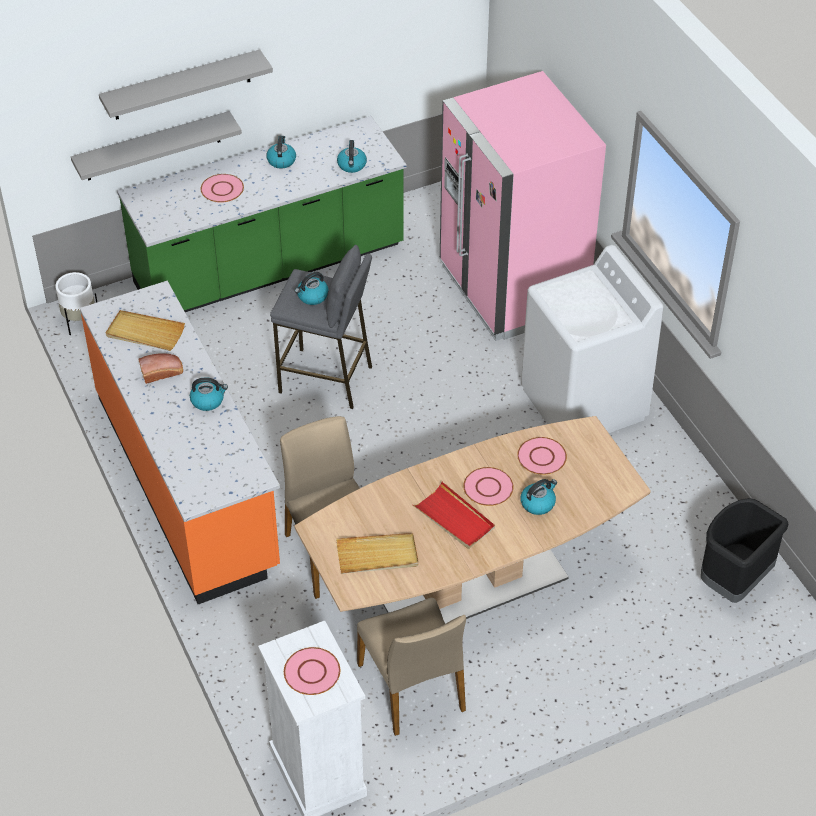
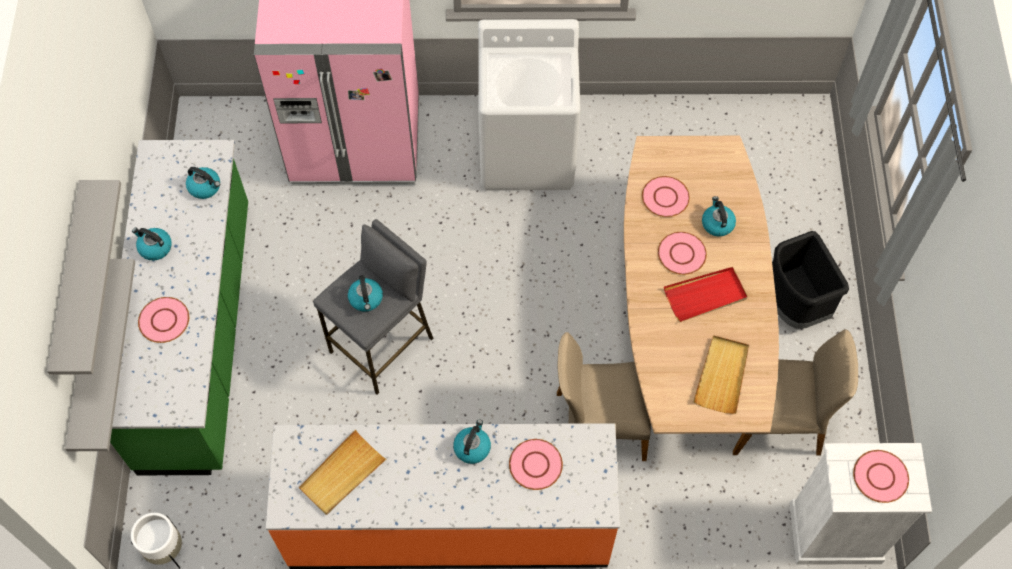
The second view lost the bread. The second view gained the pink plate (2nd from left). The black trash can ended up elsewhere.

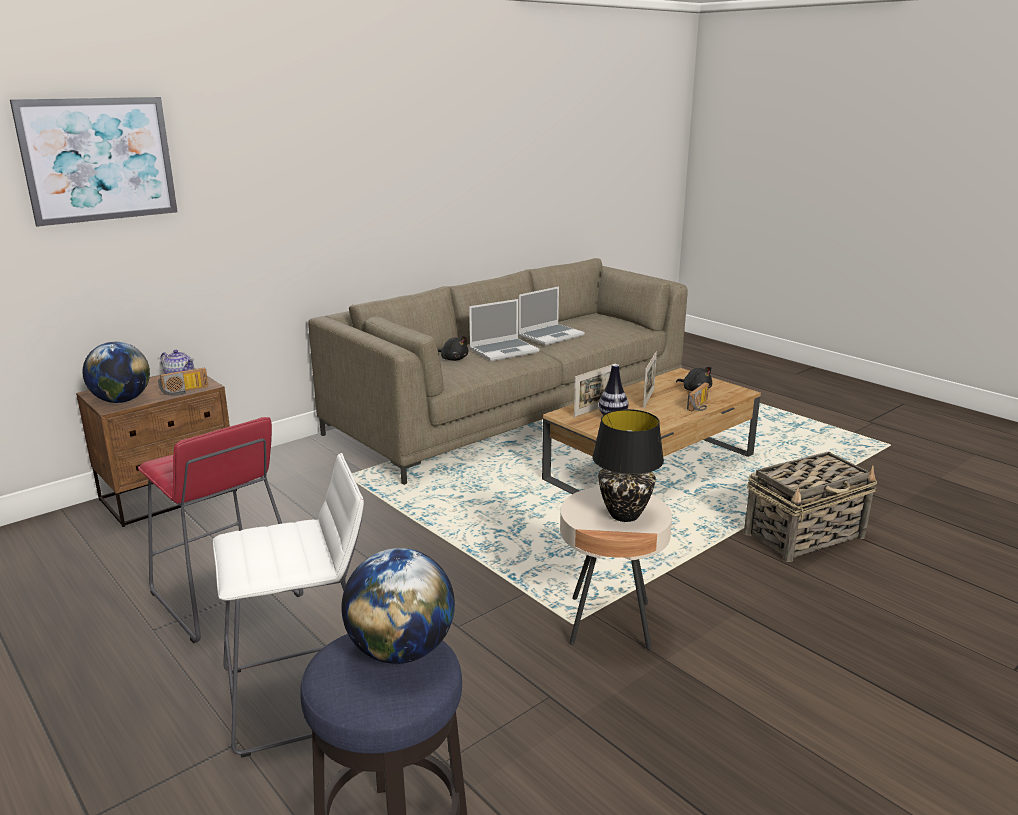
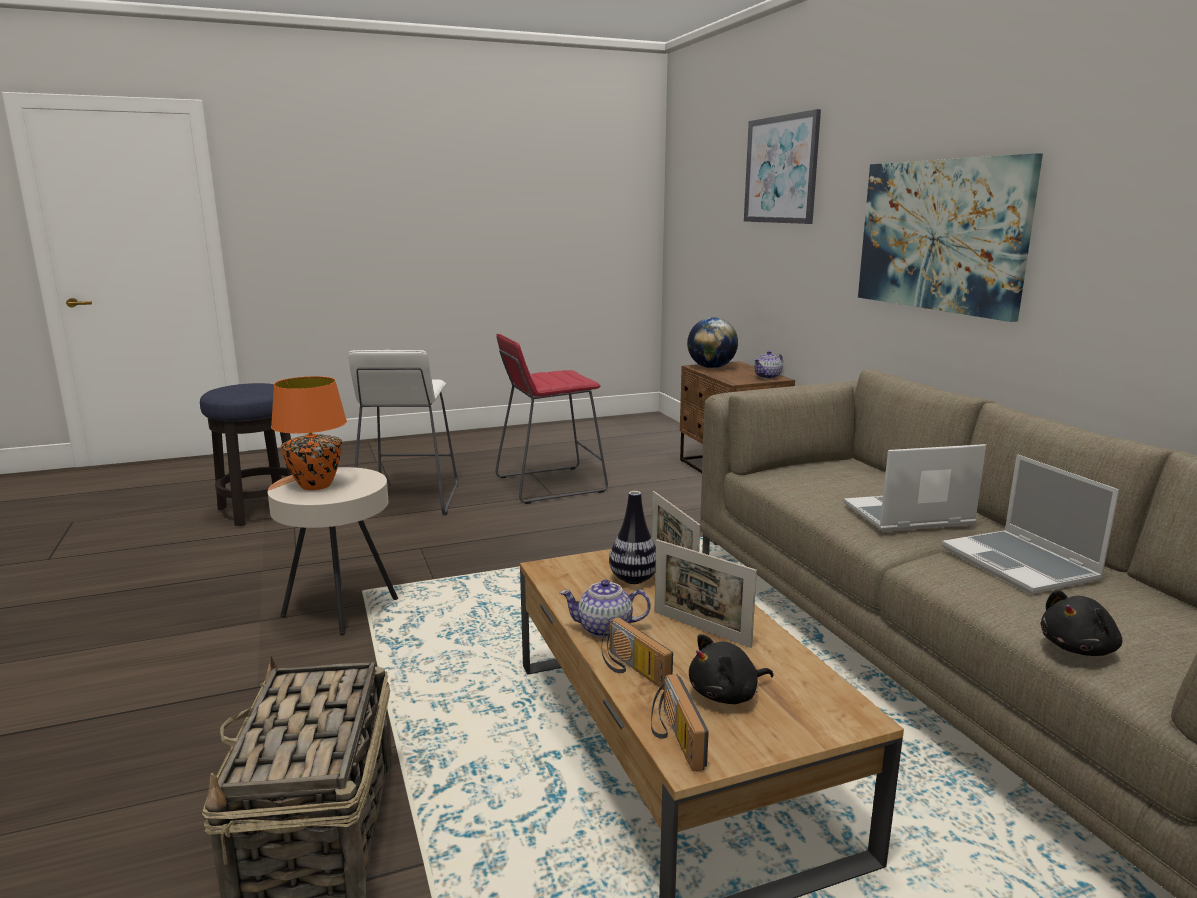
The second view lost the globe (2nd from left). The second view gained the teapot (1st from left). The second view gained the picture (2nd from left). The radio (1st from left in the first image) ended up elsewhere. The black plush toy (1st from left in the first image) ended up elsewhere. What was the black table lamp turned into the orange table lamp. The laptop (1st from left) ended up facing another way, 90 degrees clockwise from before.

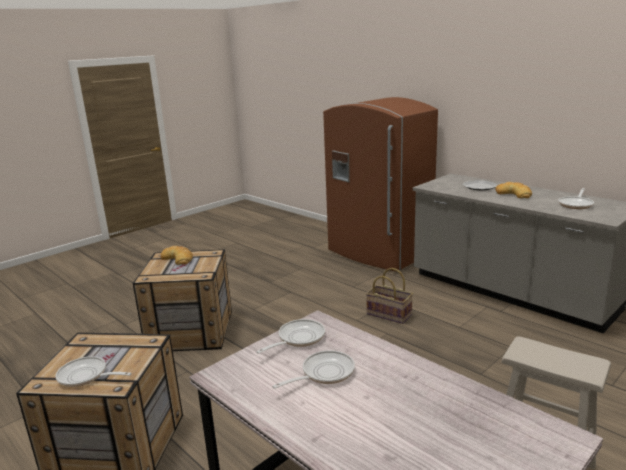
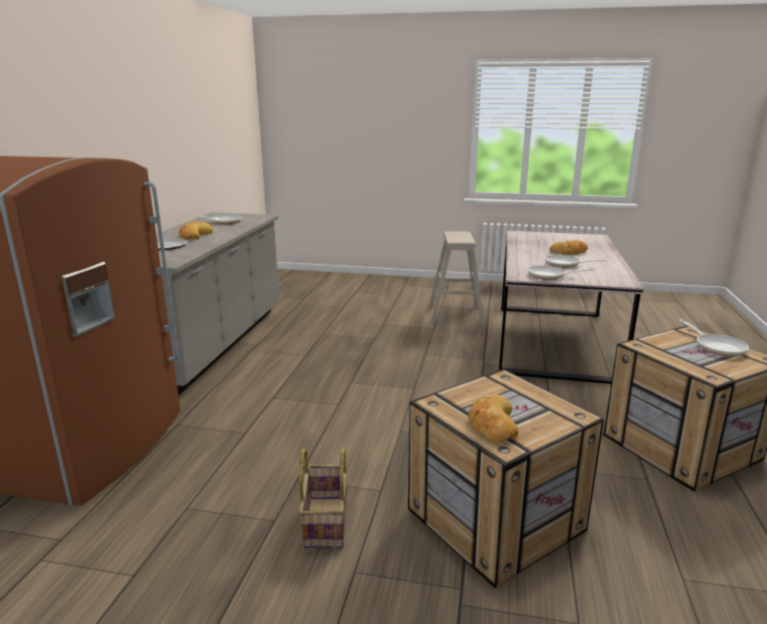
The second view gained the bread (3rd from left). The basket ended up elsewhere.

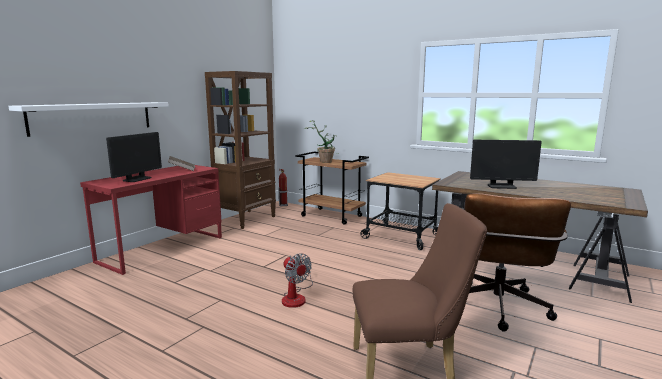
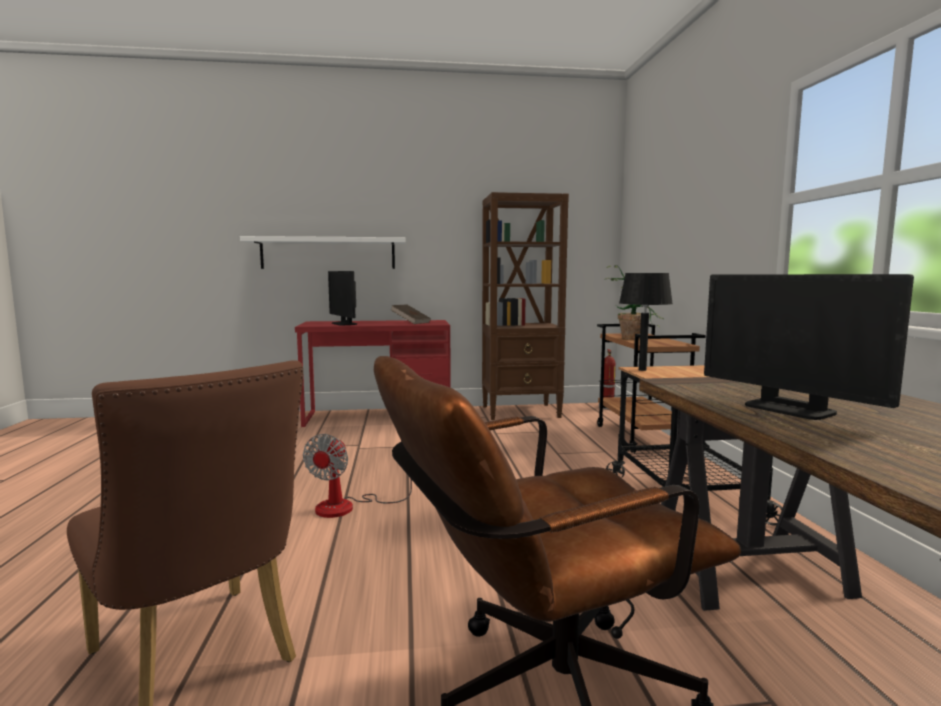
The second view gained the black table lamp. The monitor (1st from left) ended up facing another way, 75 degrees clockwise from before.

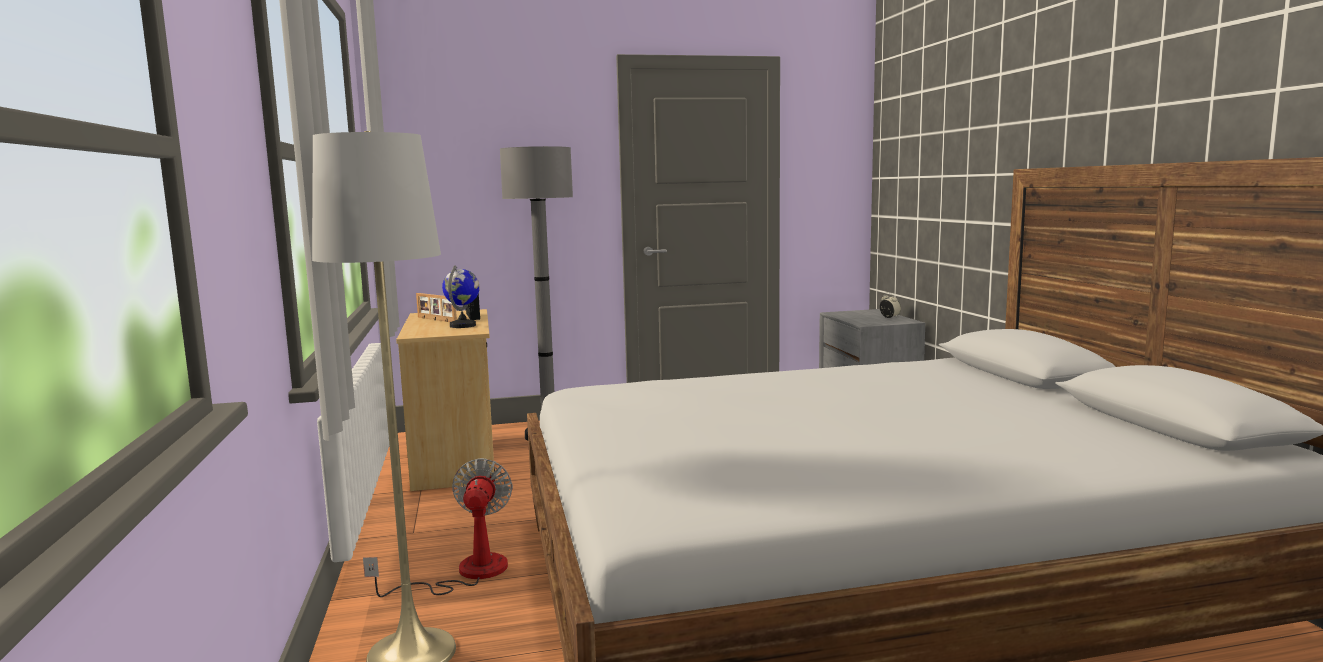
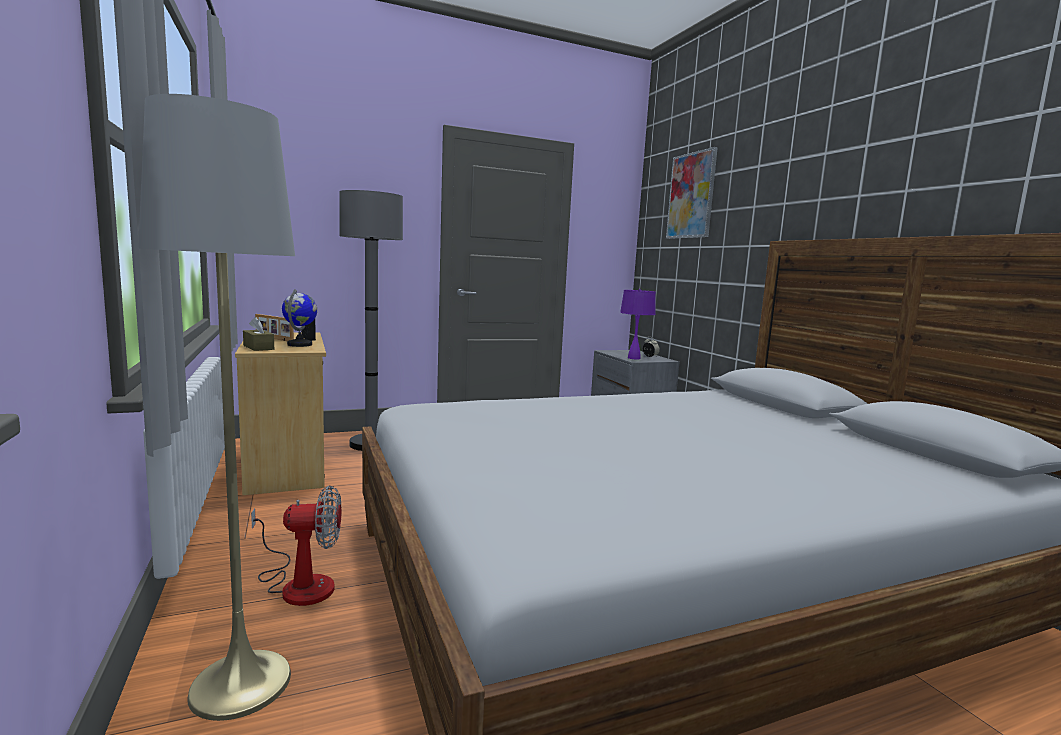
The second view gained the brown tissue box. The second view gained the purple table lamp. The second view gained the picture. The fan ended up facing another way, 90 degrees clockwise from before.

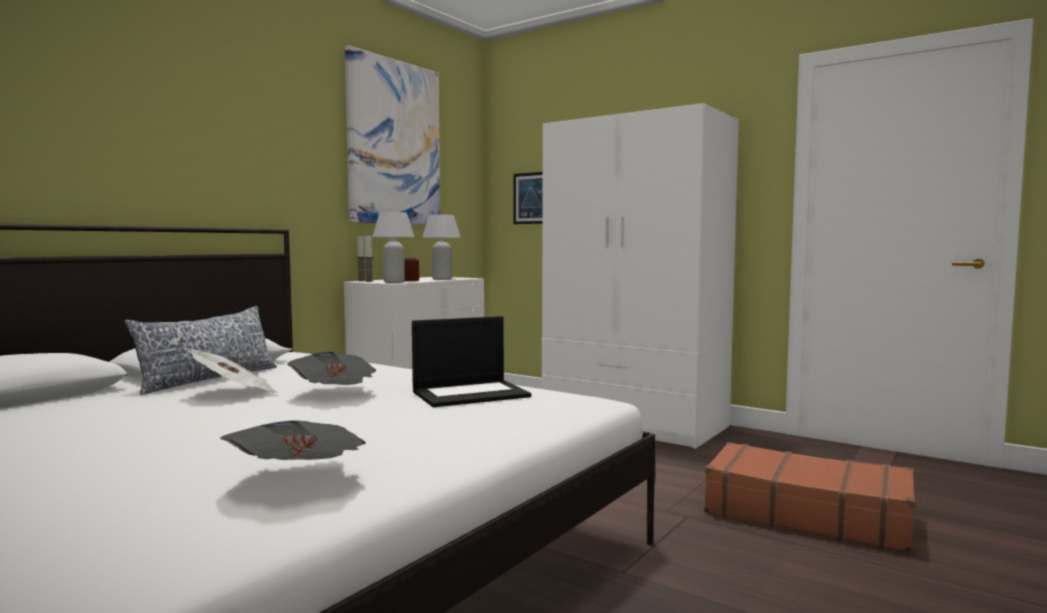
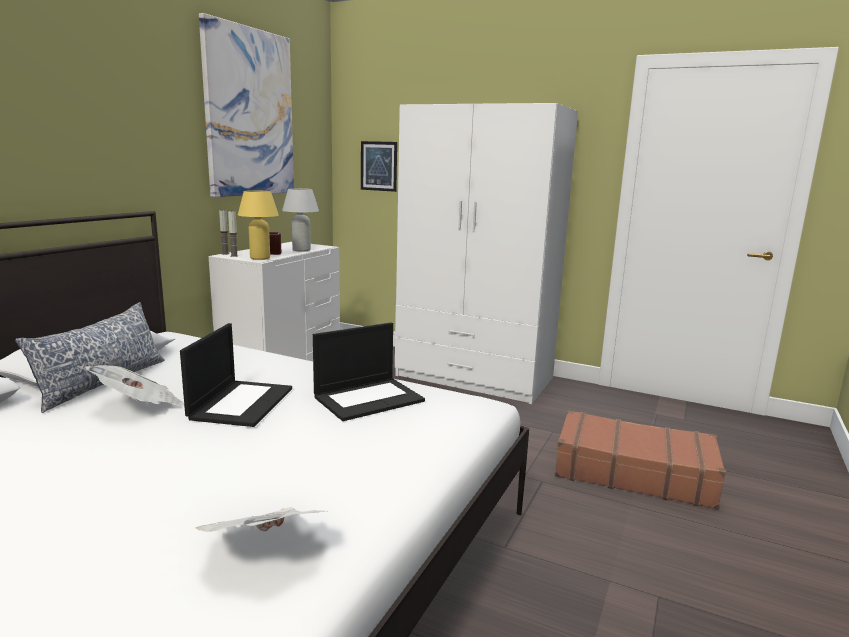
Where the newspaper (3rd from left) stood, the laptop (1st from left) came to stand. What was the white table lamp (1st from left) turned into the yellow table lamp.

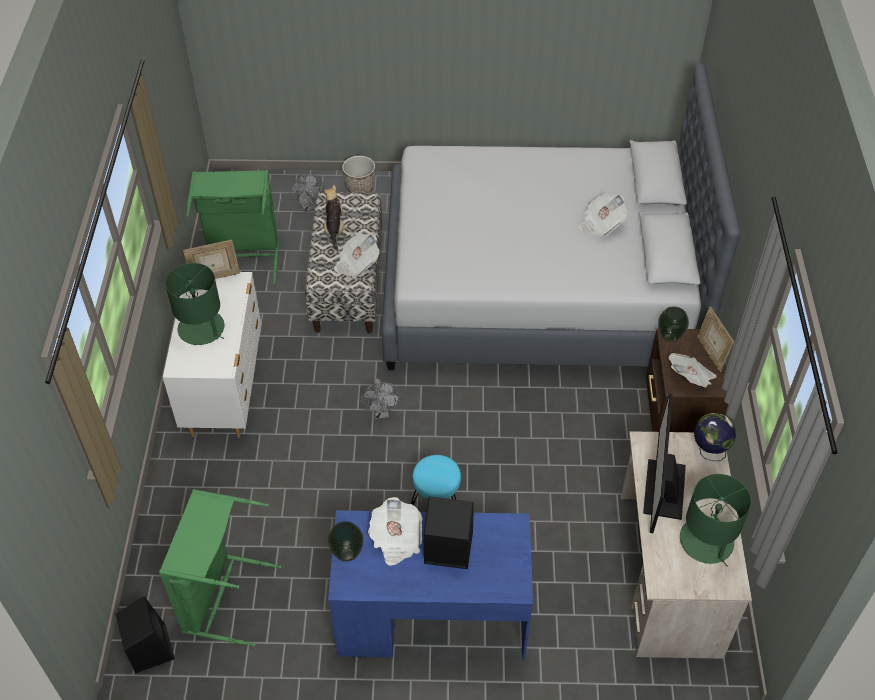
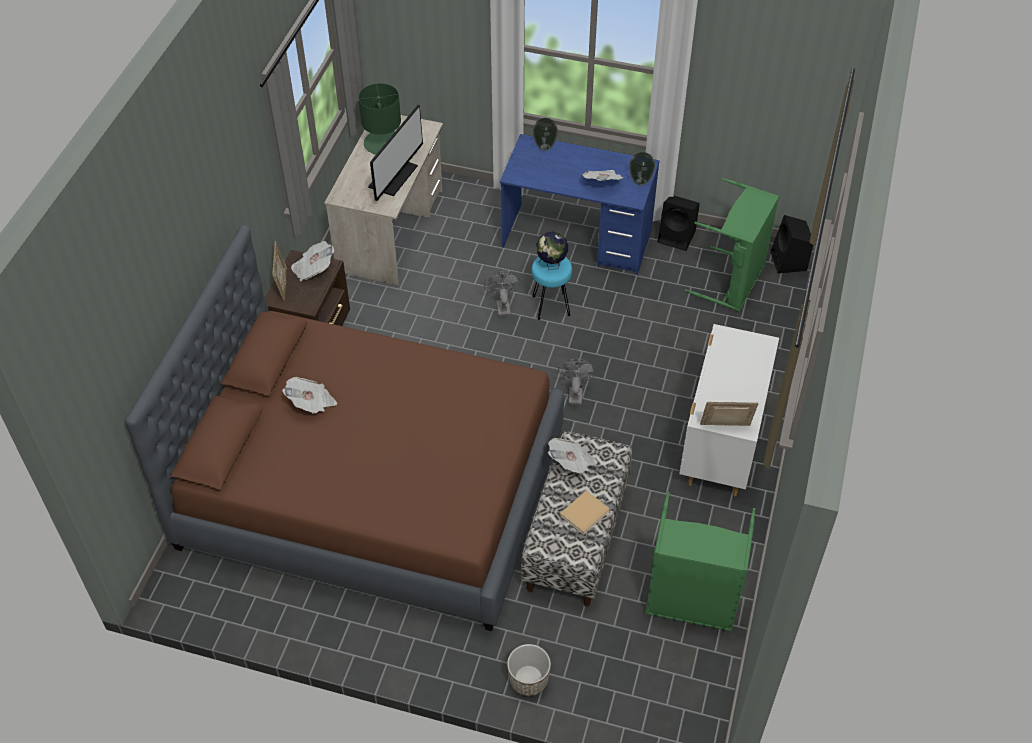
The second view lost the green table lamp (1st from left). The grey fan (1st from left) ended up elsewhere. The black speaker (2nd from left in the first image) ended up elsewhere. The vase (2nd from left in the first image) ended up elsewhere. The globe ended up elsewhere. Where the plush toy stood, the beige book came to stand. What was the grey bed turned into the brown bed.

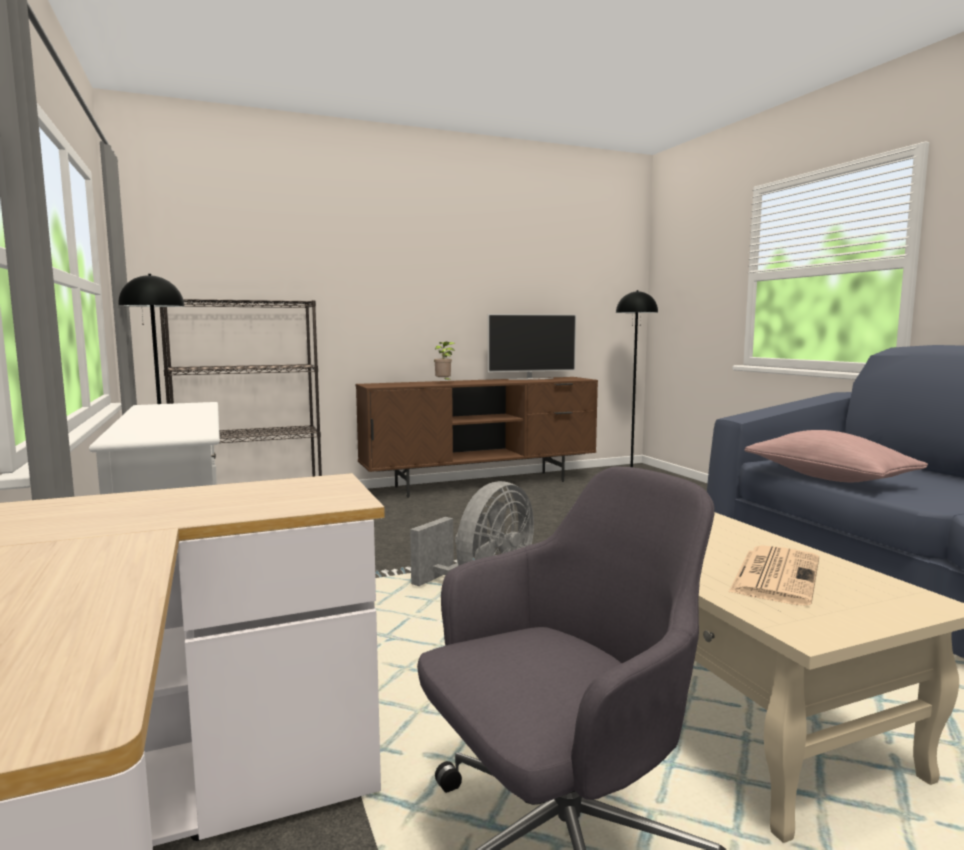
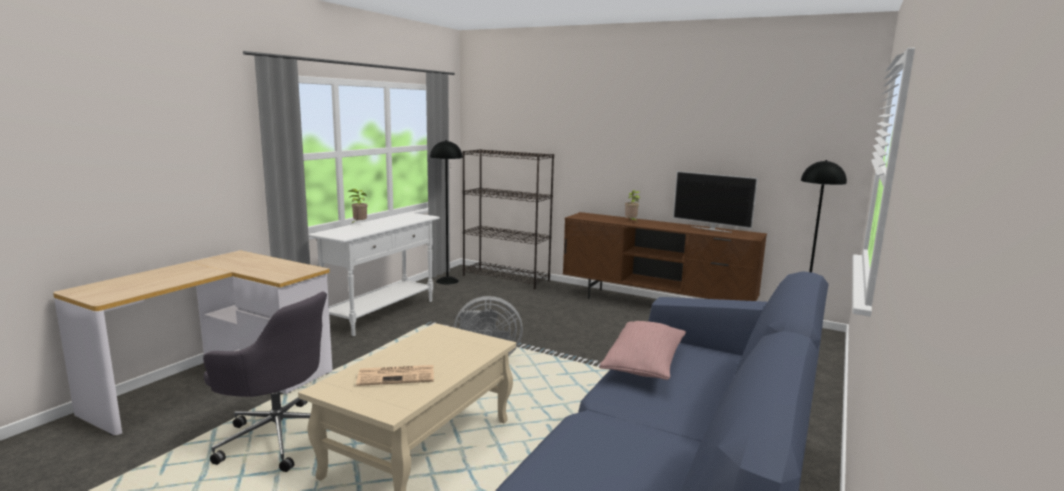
The second view gained the potted plant (1st from left).

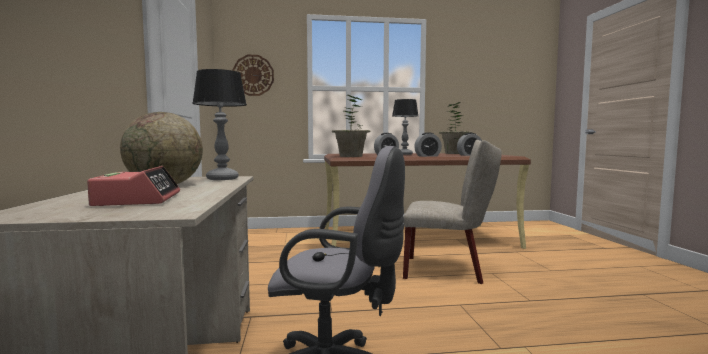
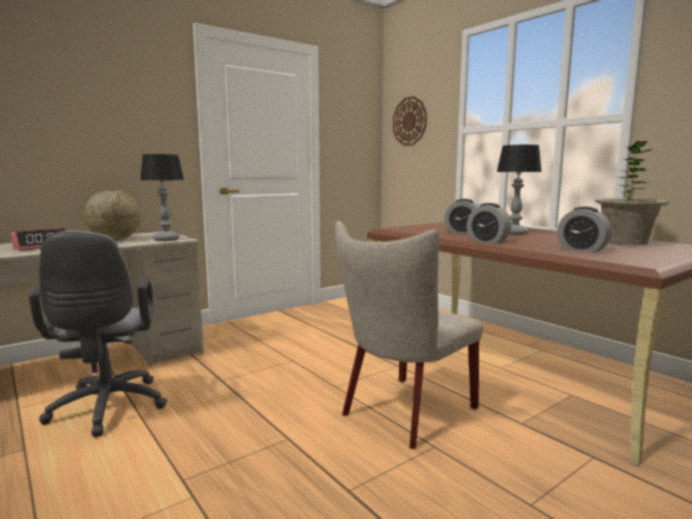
The second view lost the potted plant (1st from left). The beige chair ended up facing another way, 60 degrees clockwise from before.

